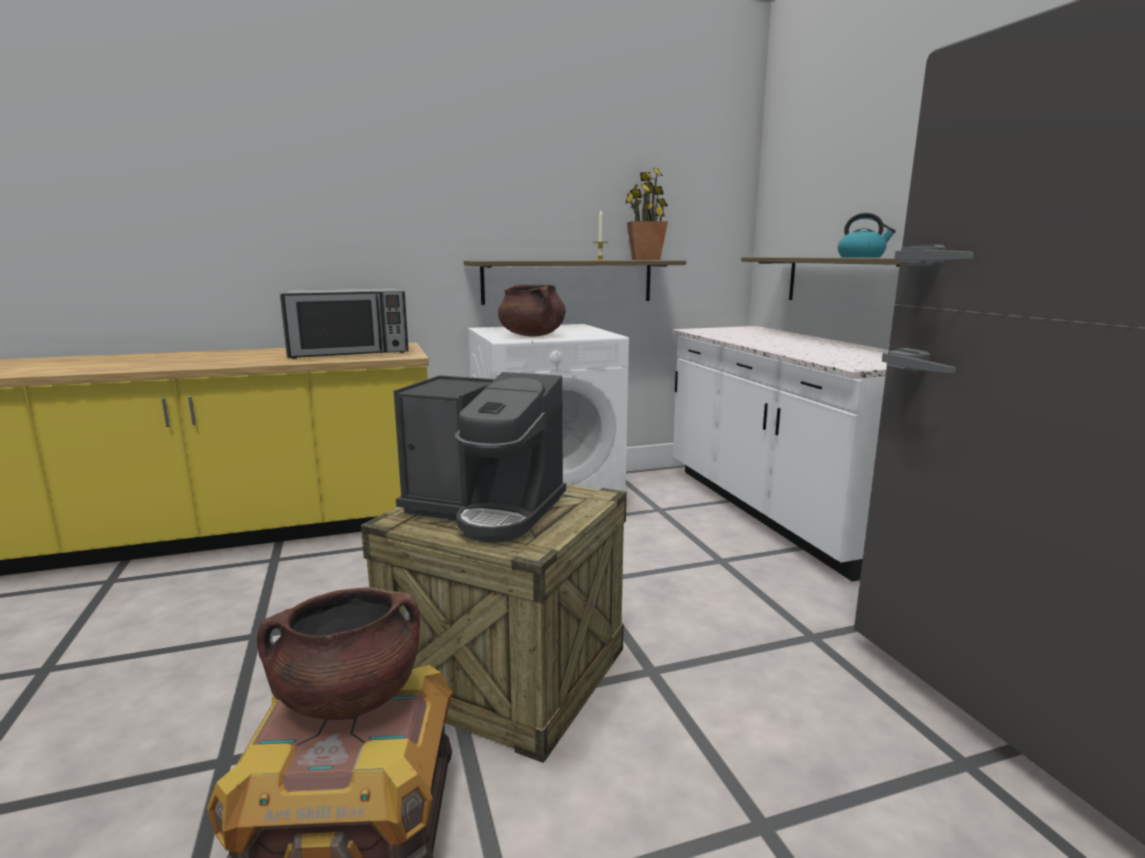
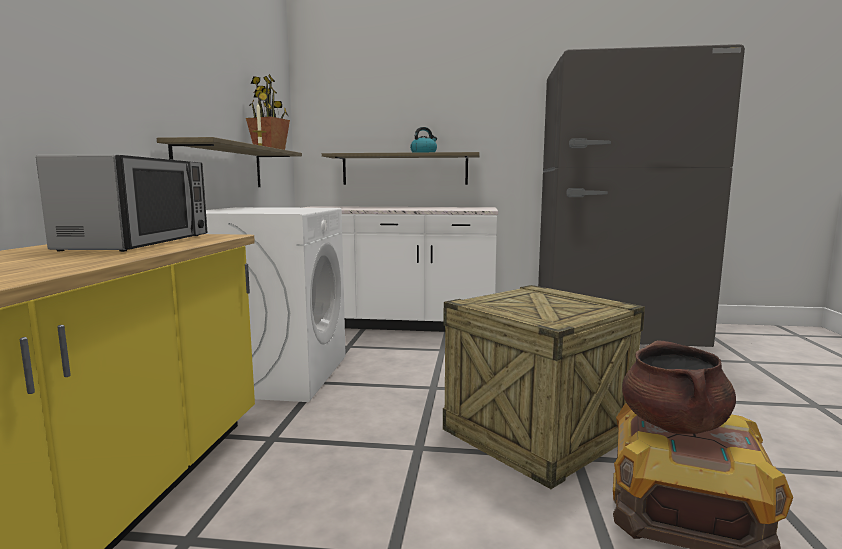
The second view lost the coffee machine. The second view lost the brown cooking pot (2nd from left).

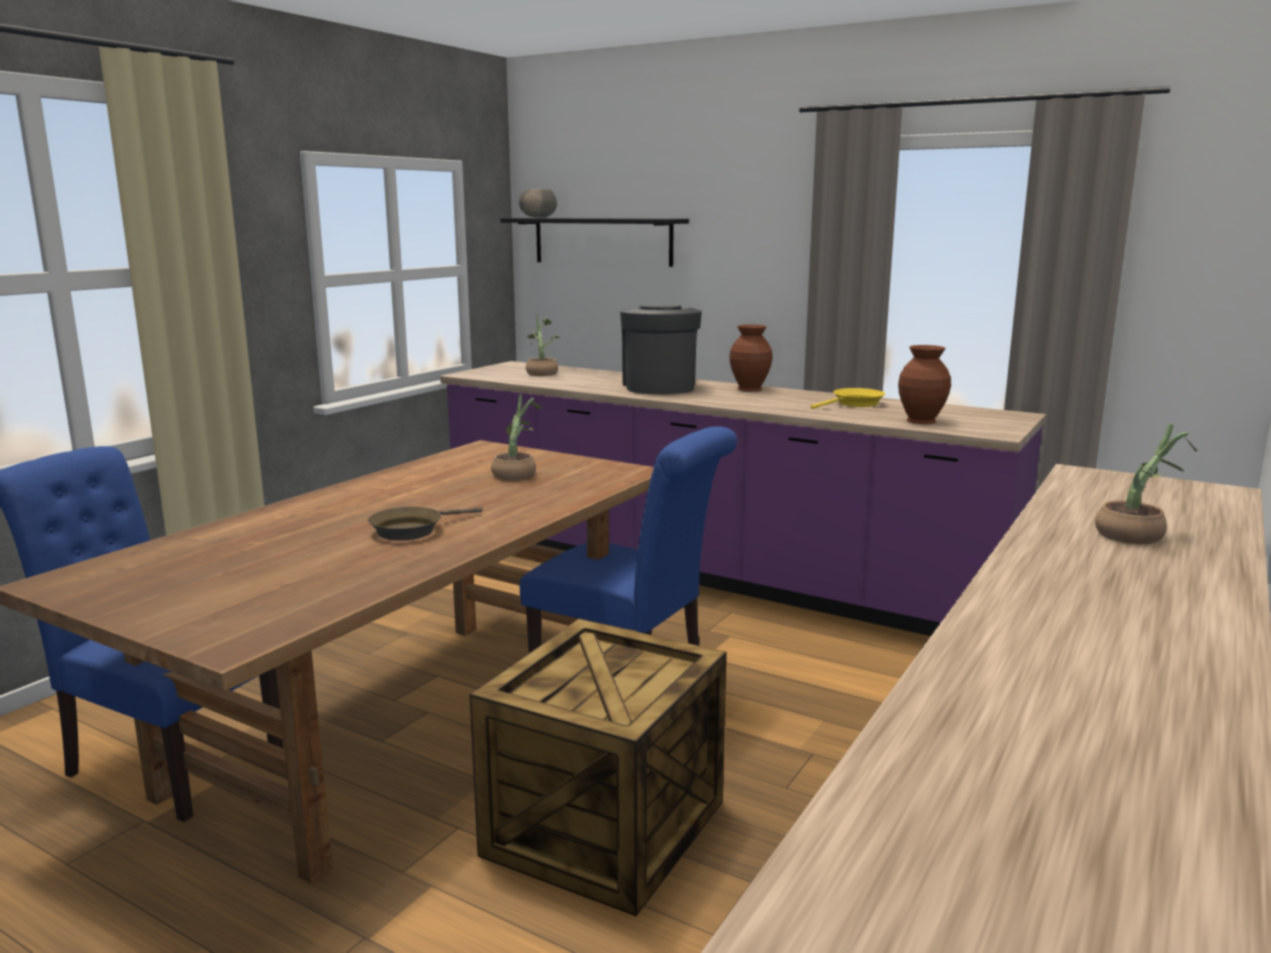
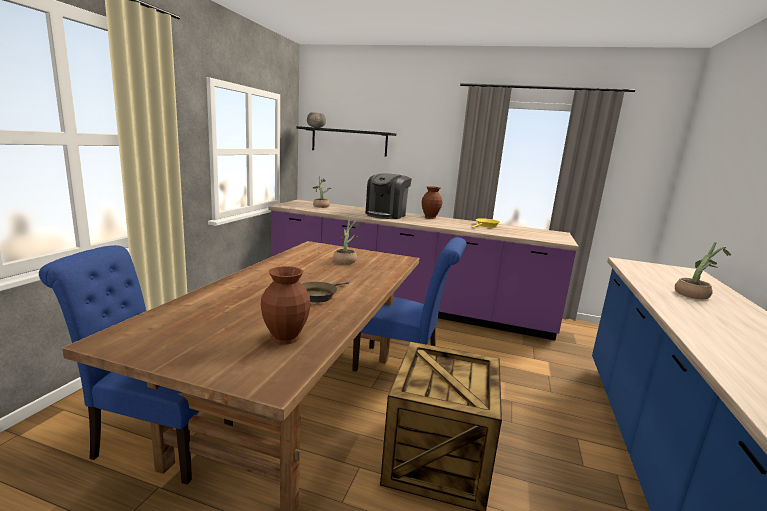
The brown vase (2nd from left in the first image) ended up elsewhere. The coffee machine ended up facing another way, 135 degrees counterclockwise from before.

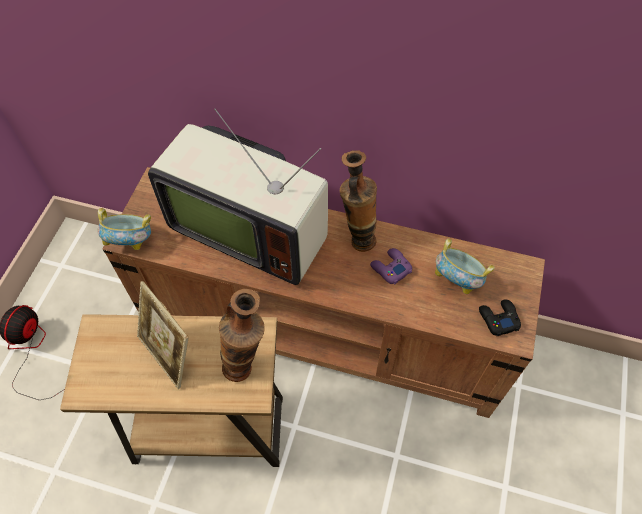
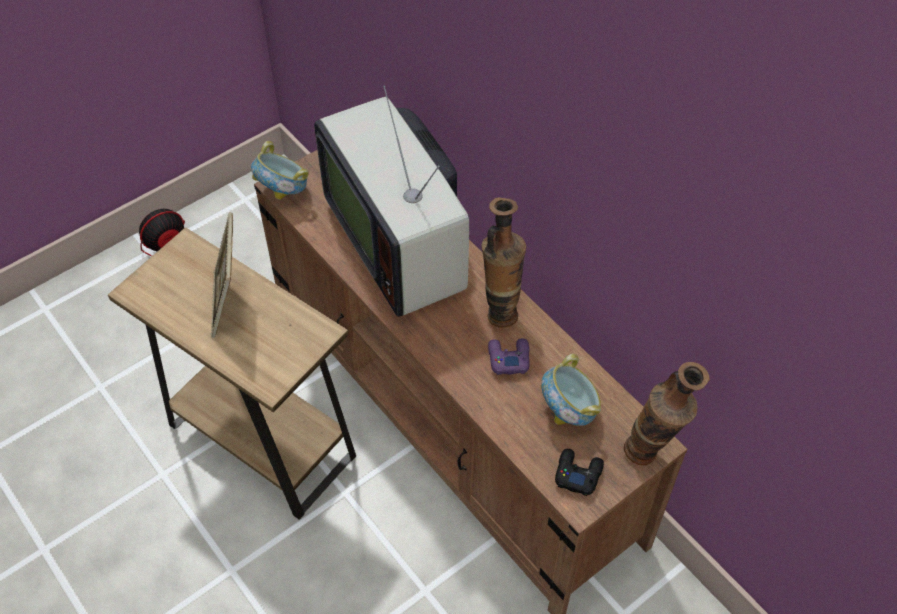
The vase (1st from left in the first image) ended up elsewhere.

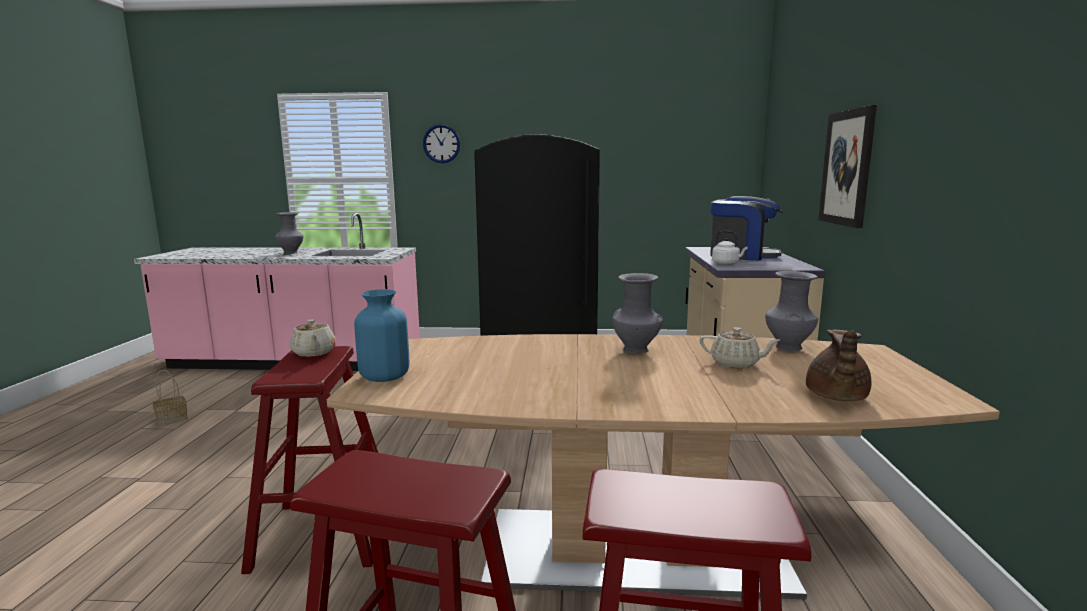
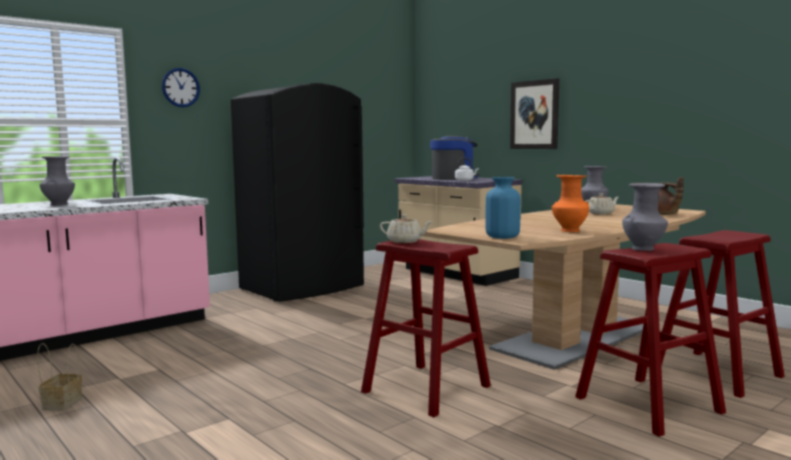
The second view gained the orange vase. The grey vase (2nd from left in the first image) ended up elsewhere.

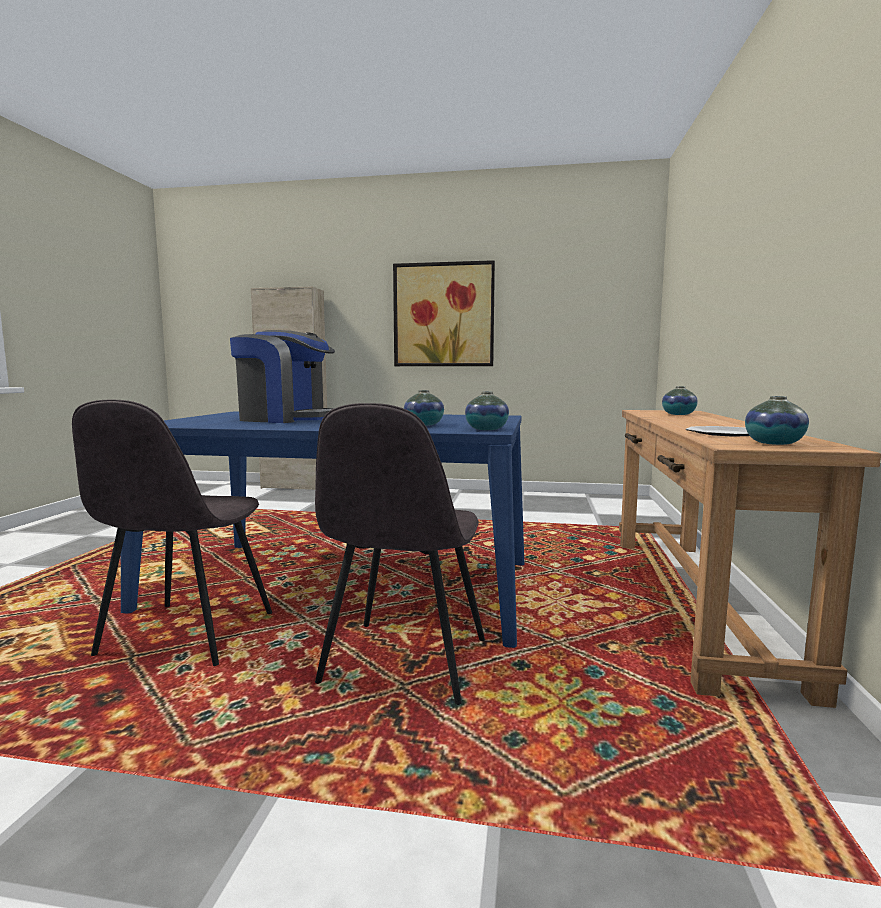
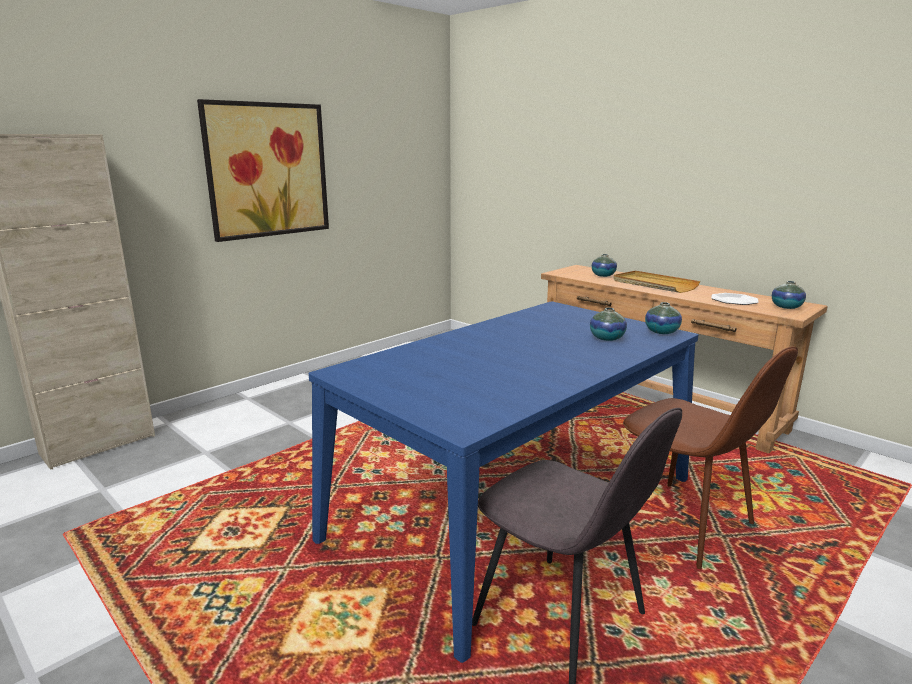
The second view lost the coffee machine. The second view gained the beige tray. What was the grey chair (2nd from left) turned into the brown chair.

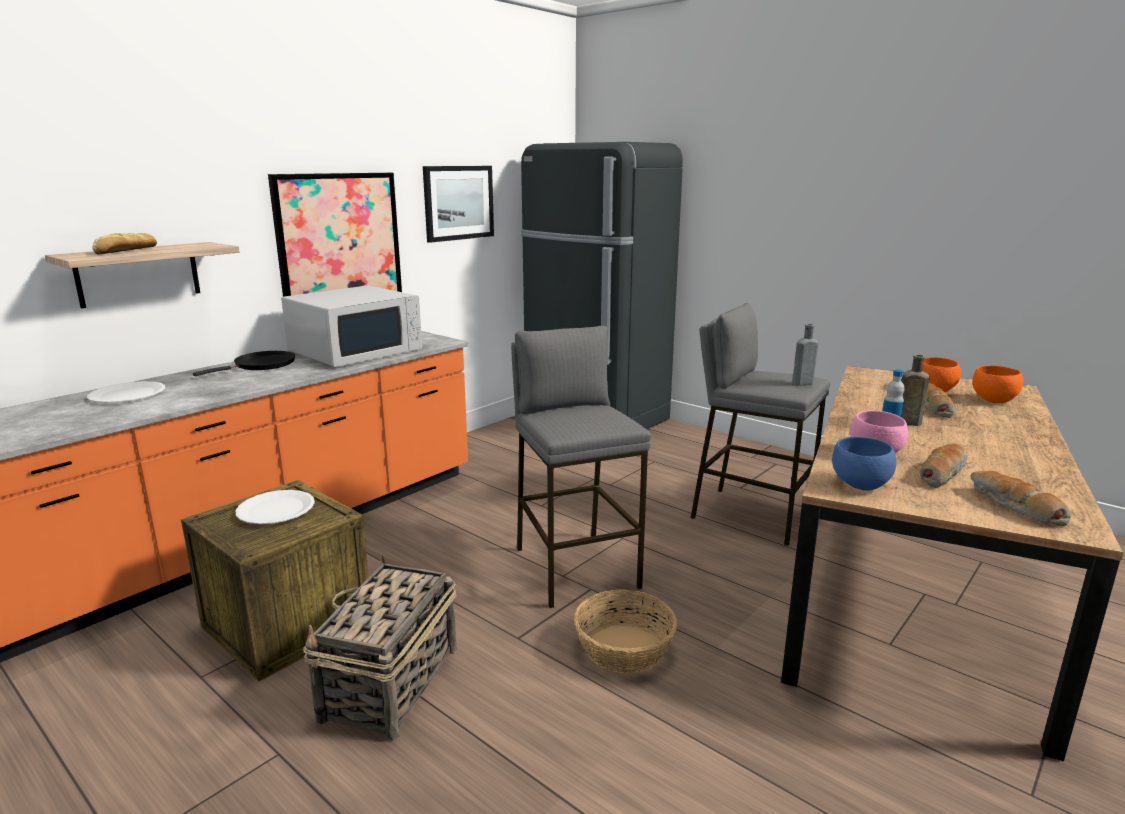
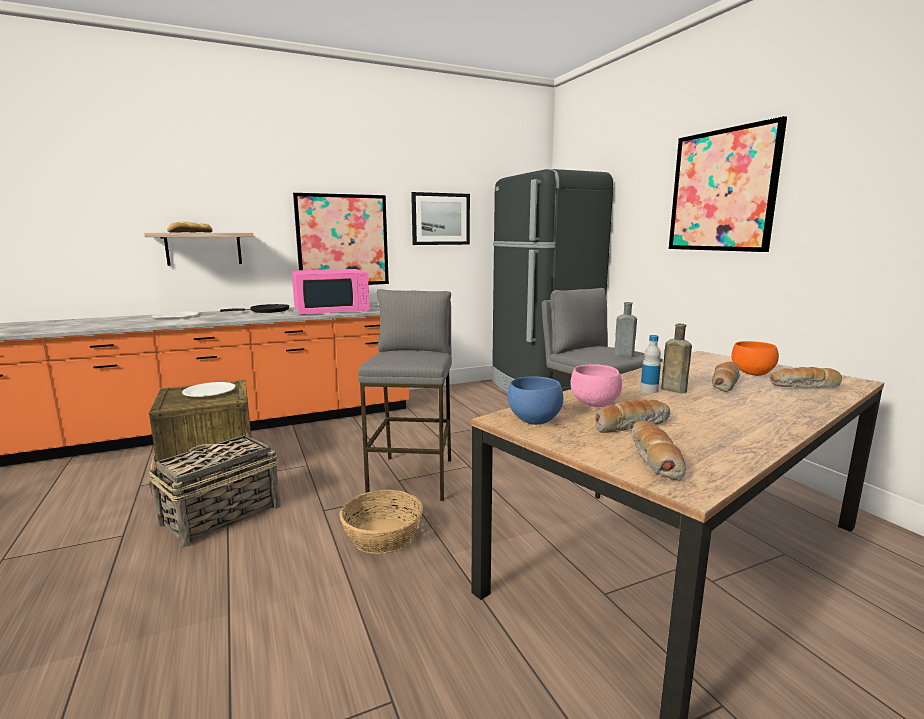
The second view gained the picture (3rd from left). Where the orange bowl (2nd from left) stood, the bread (5th from left) came to stand. What was the white microwave turned into the pink microwave.

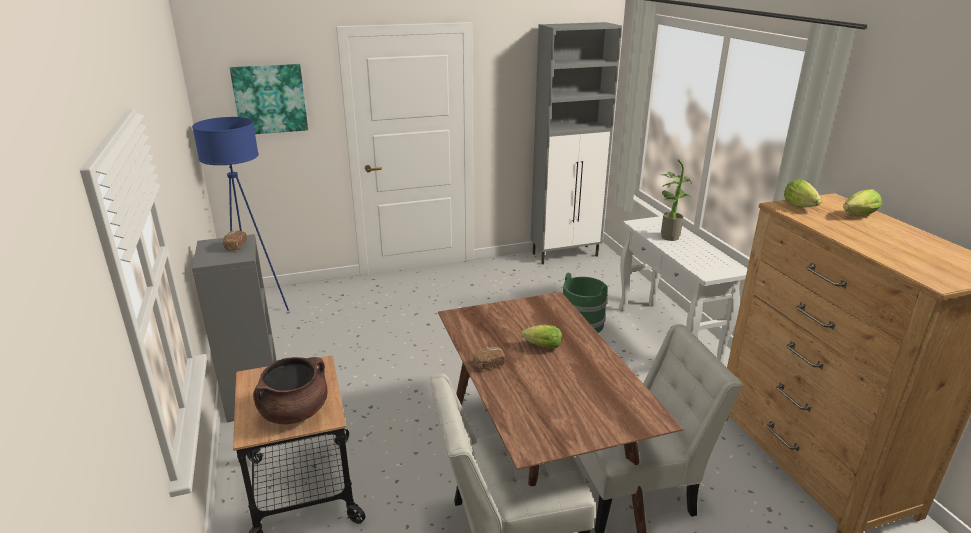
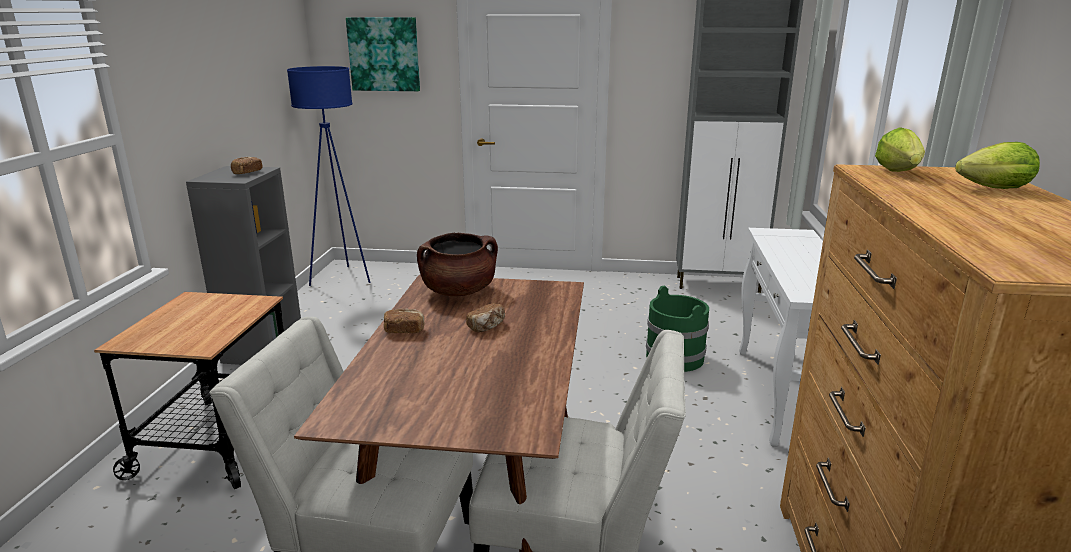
The second view lost the potted plant. The brown cooking pot ended up elsewhere. Where the lettuce (1st from left) stood, the bread (3rd from left) came to stand.

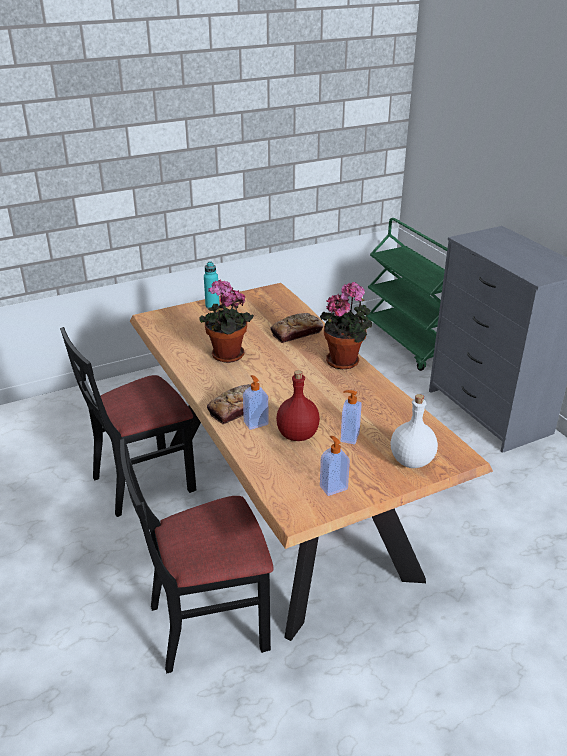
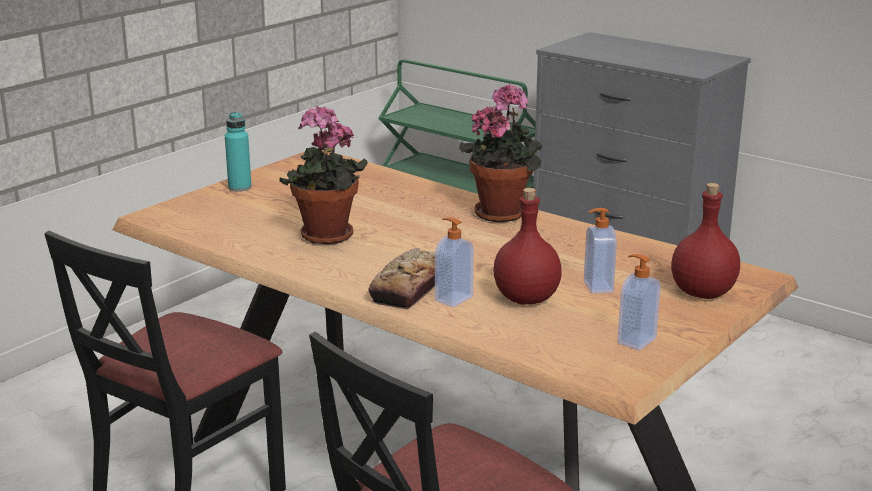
The second view lost the bread (2nd from left). What was the white bottle turned into the red bottle (2nd from left).

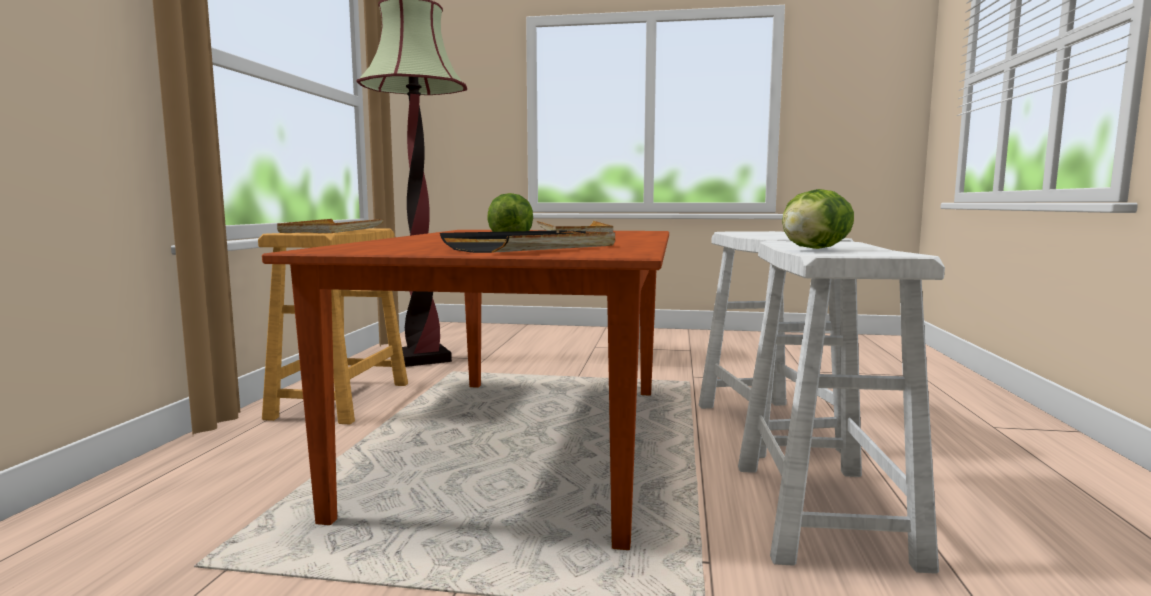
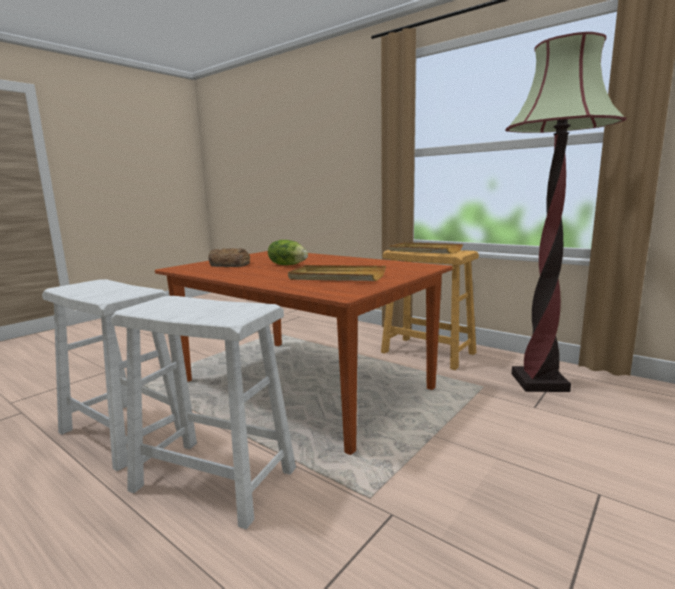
The second view lost the lettuce (2nd from left). Where the black tray stood, the bread came to stand.

